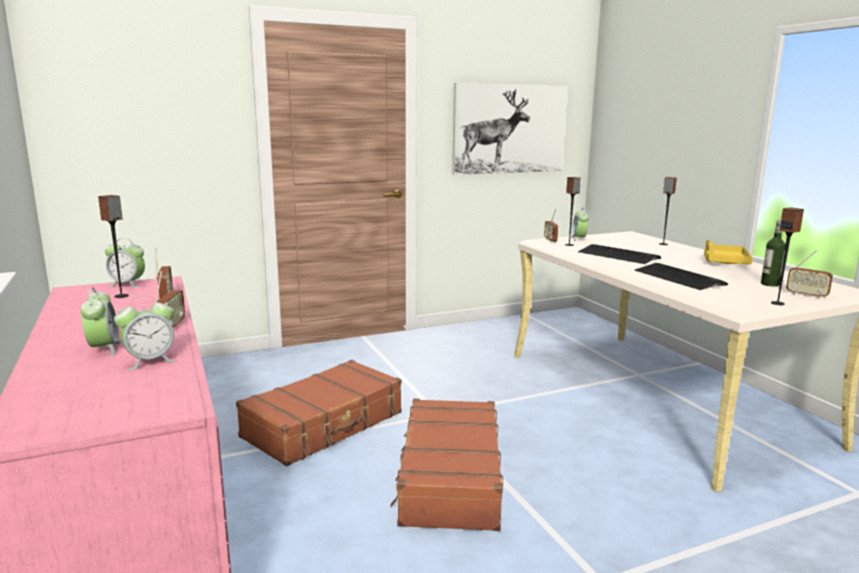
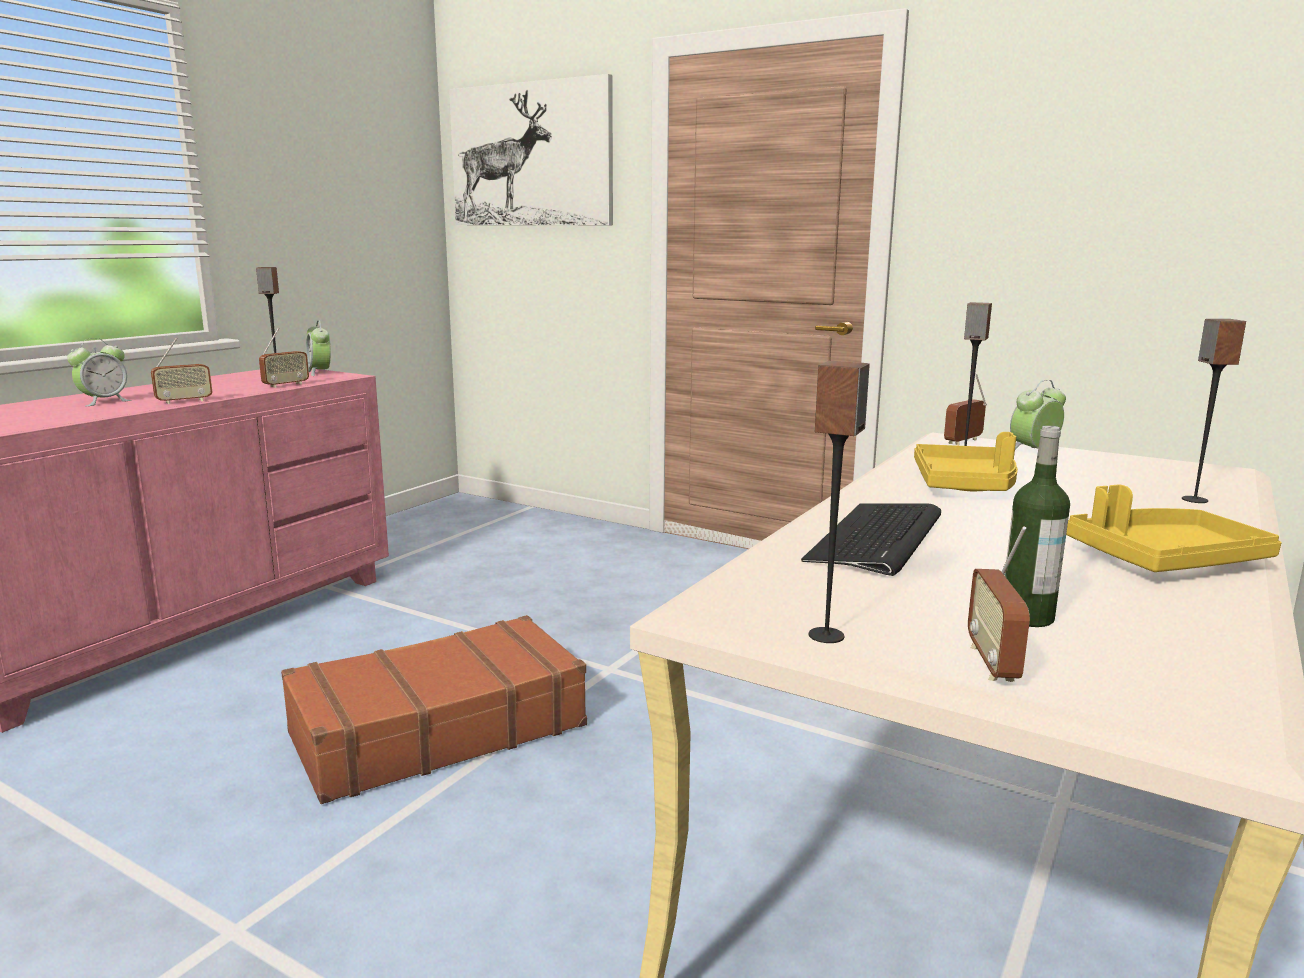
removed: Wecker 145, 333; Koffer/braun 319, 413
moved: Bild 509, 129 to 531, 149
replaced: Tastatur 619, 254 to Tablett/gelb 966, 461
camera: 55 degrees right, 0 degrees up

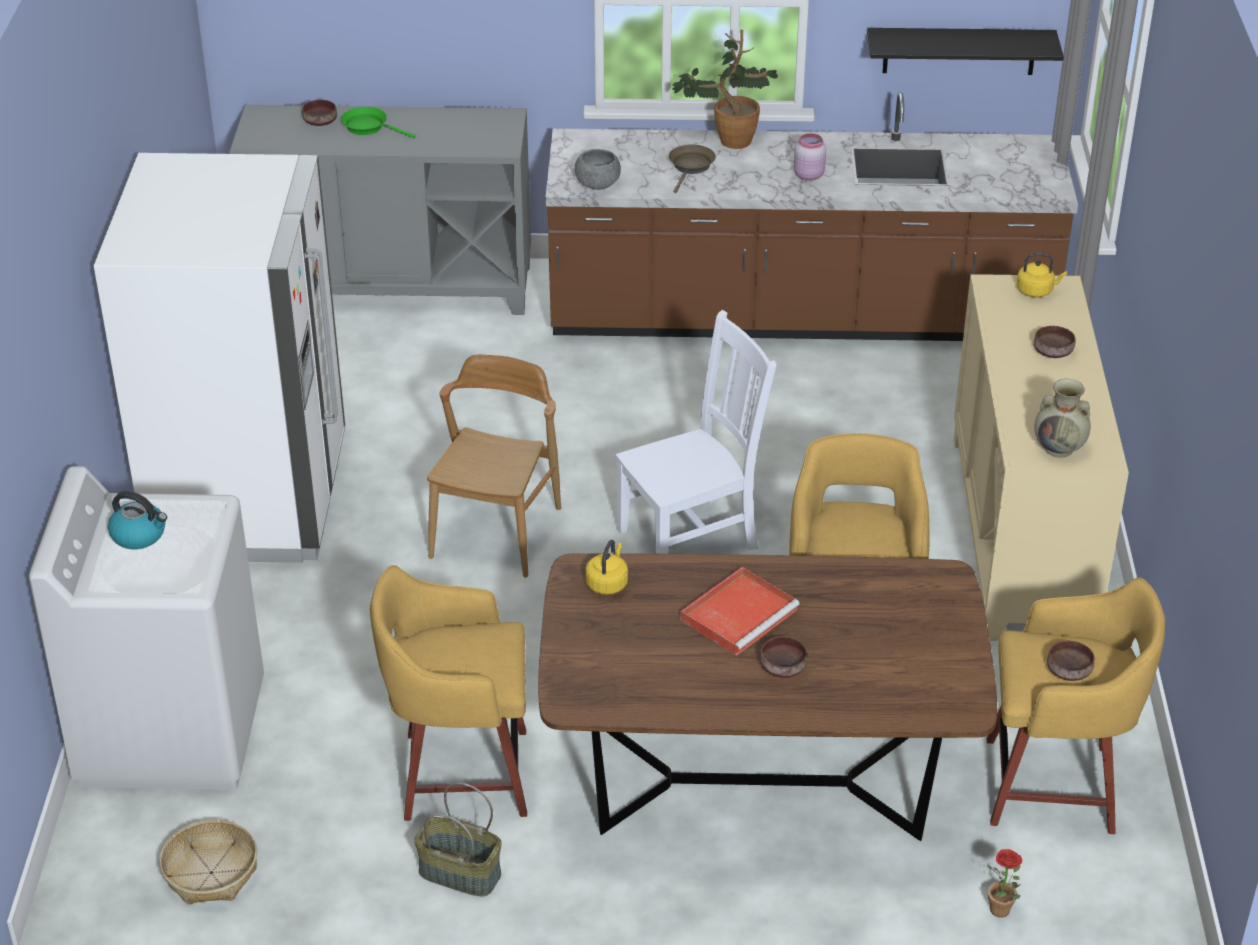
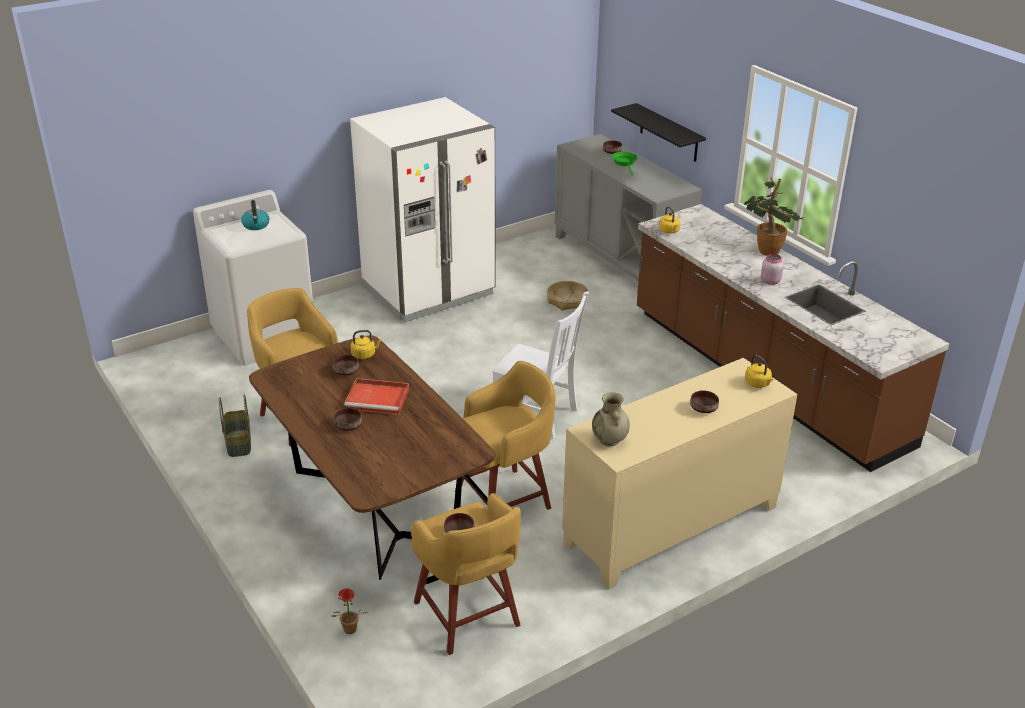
removed: Pfanne/braun 692, 168; Stuhl/braun 494, 466
added: Schüssel/braun 345, 365
moved: Wandregal/schwarz 965, 51 to 658, 132; Korb 208, 861 to 568, 296
replaced: Schüssel/grau 598, 169 to Wasserkessel/gelb 669, 220
camera: 55 degrees right, 5 degrees down

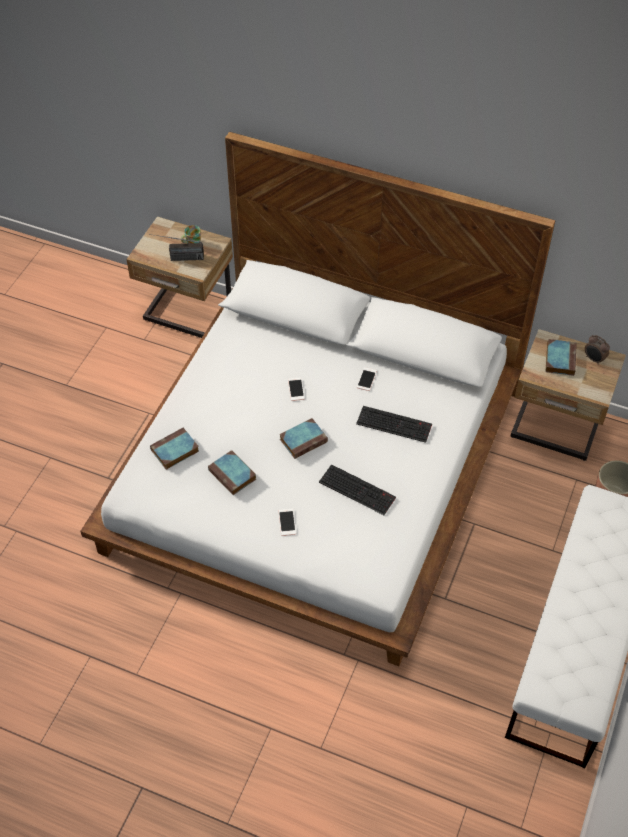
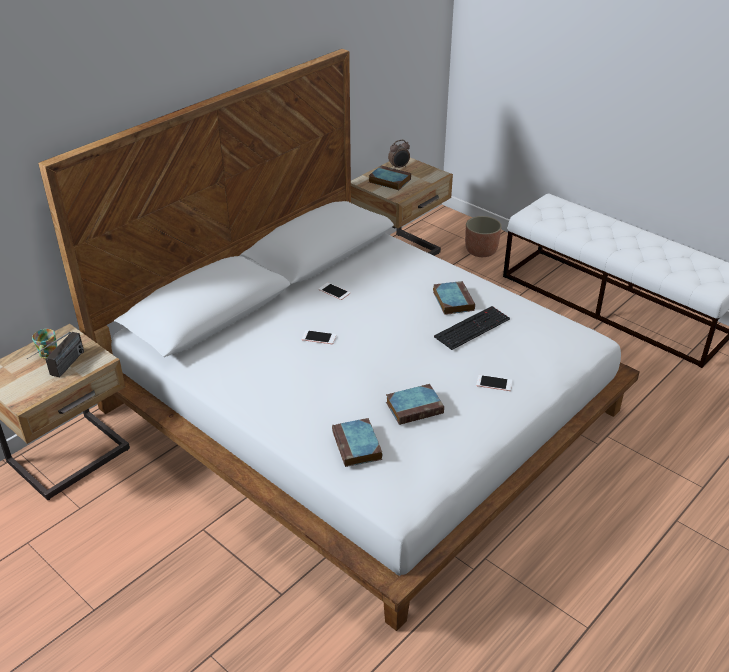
removed: Tastatur 394, 424
moved: Buch 303, 438 to 454, 298
camera: 70 degrees left, 15 degrees down

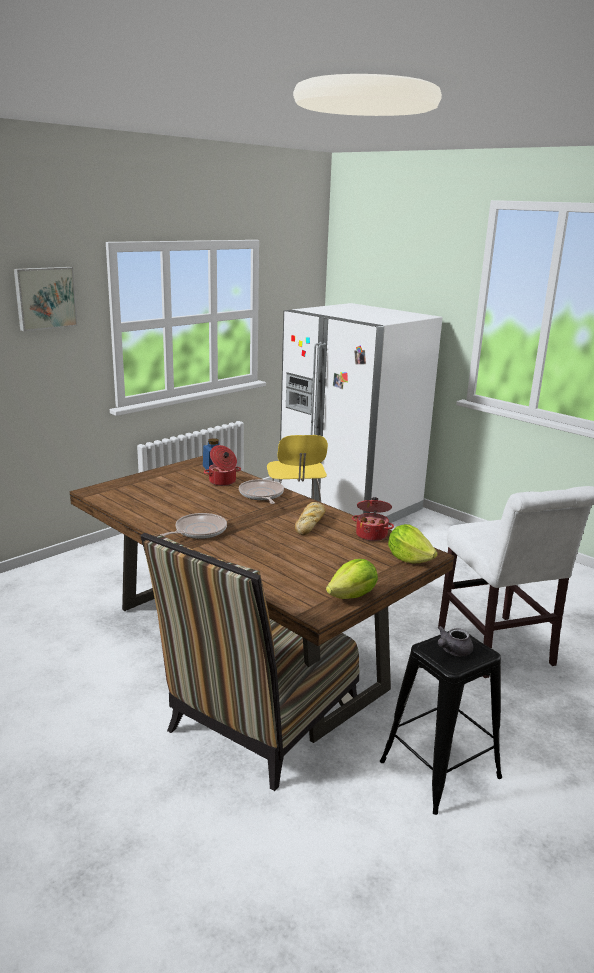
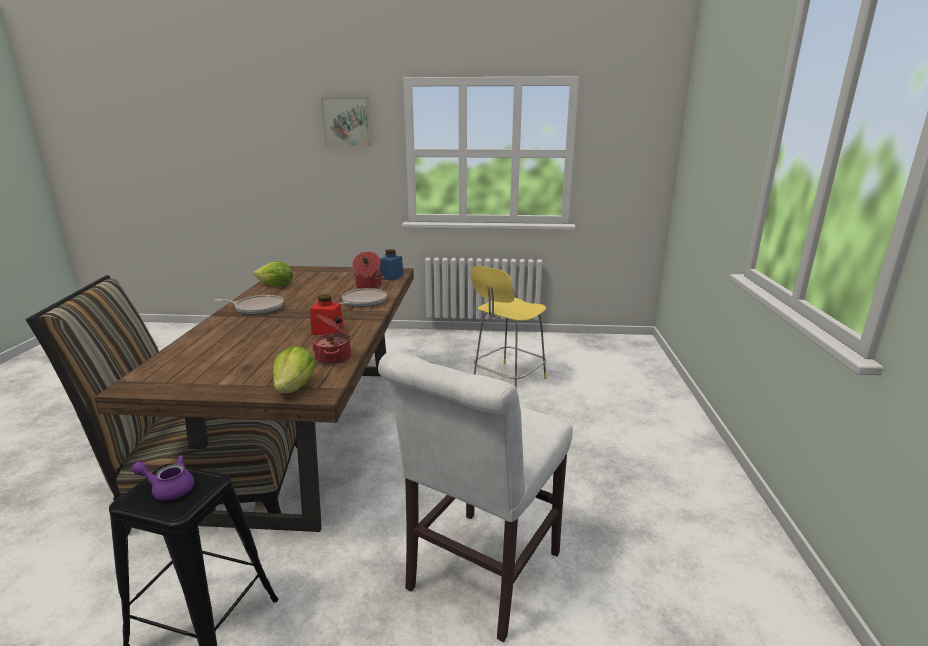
removed: Kühlschrank/weiß 361, 413
moved: Salatkopf 352, 579 to 273, 273
replaced: Brot 310, 518 to Vorratsglas/rot 327, 314
recoloured: Teekanne/grau 455, 641 to Teekanne/lila 163, 478
camera: 50 degrees right, 0 degrees up

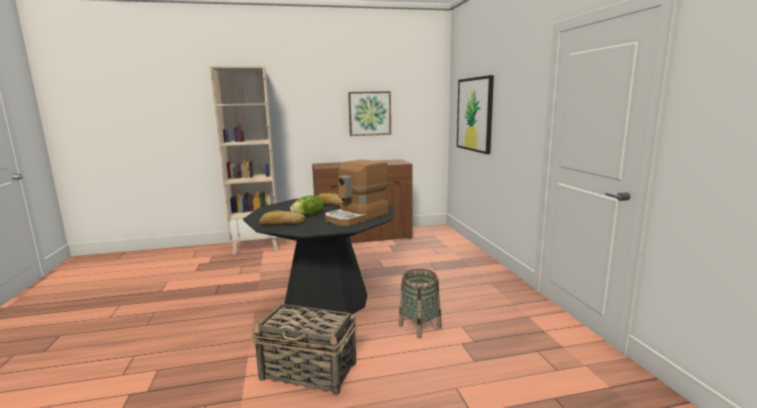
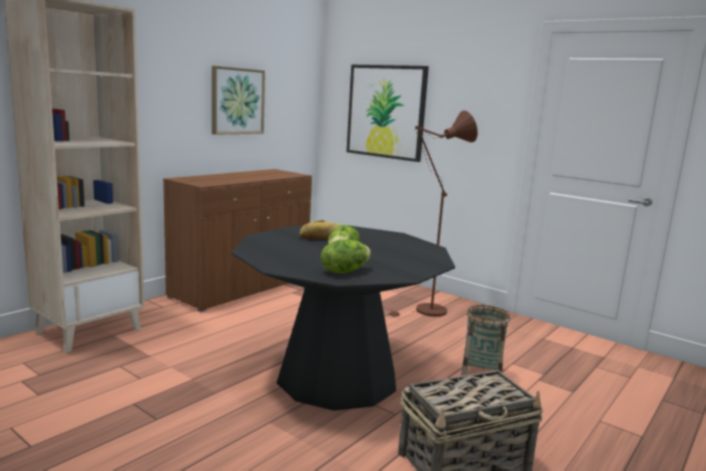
removed: Kaffeemaschine 356, 192
added: Stehlampe/braun 433, 214
replaced: Brot 282, 218 to Salatkopf 346, 256
camera: 40 degrees left, 0 degrees up

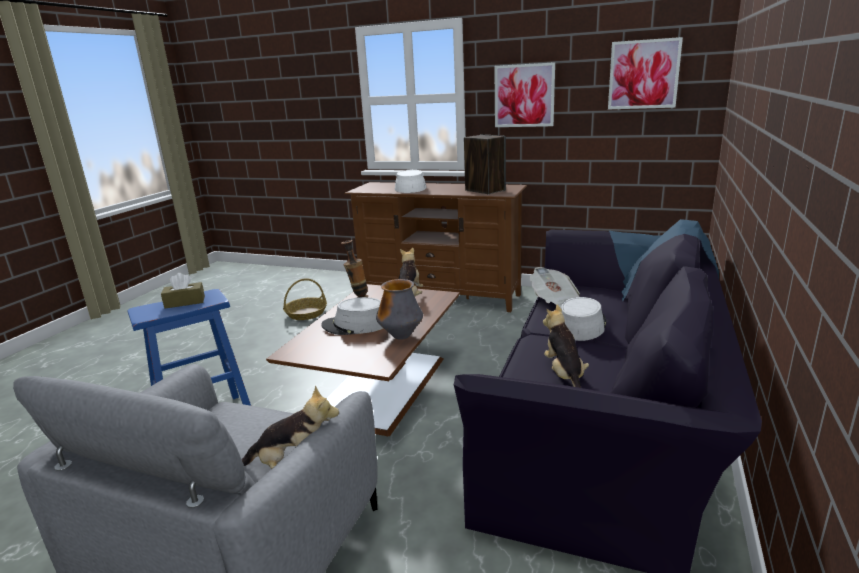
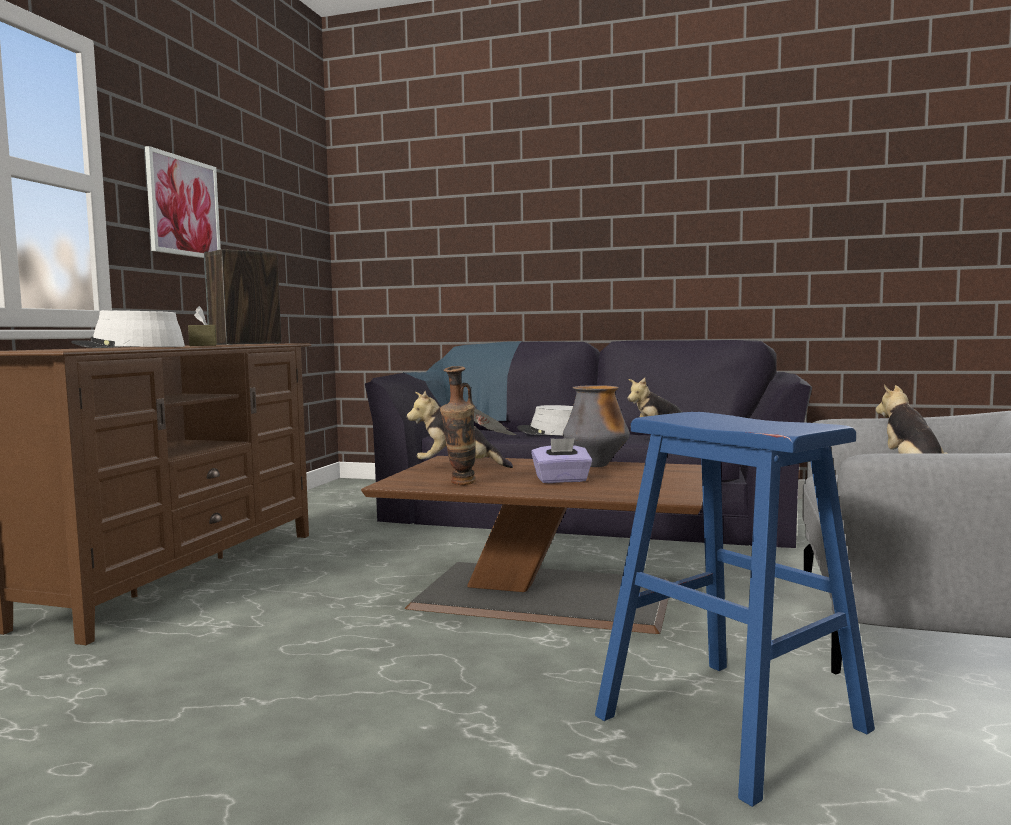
removed: Bild 645, 73; Korb 305, 299
moved: Taschentuchbox/braun 183, 291 to 202, 326
replaced: Hut/grau 352, 316 to Taschentuchbox/lila 561, 460
camera: 95 degrees left, 15 degrees down

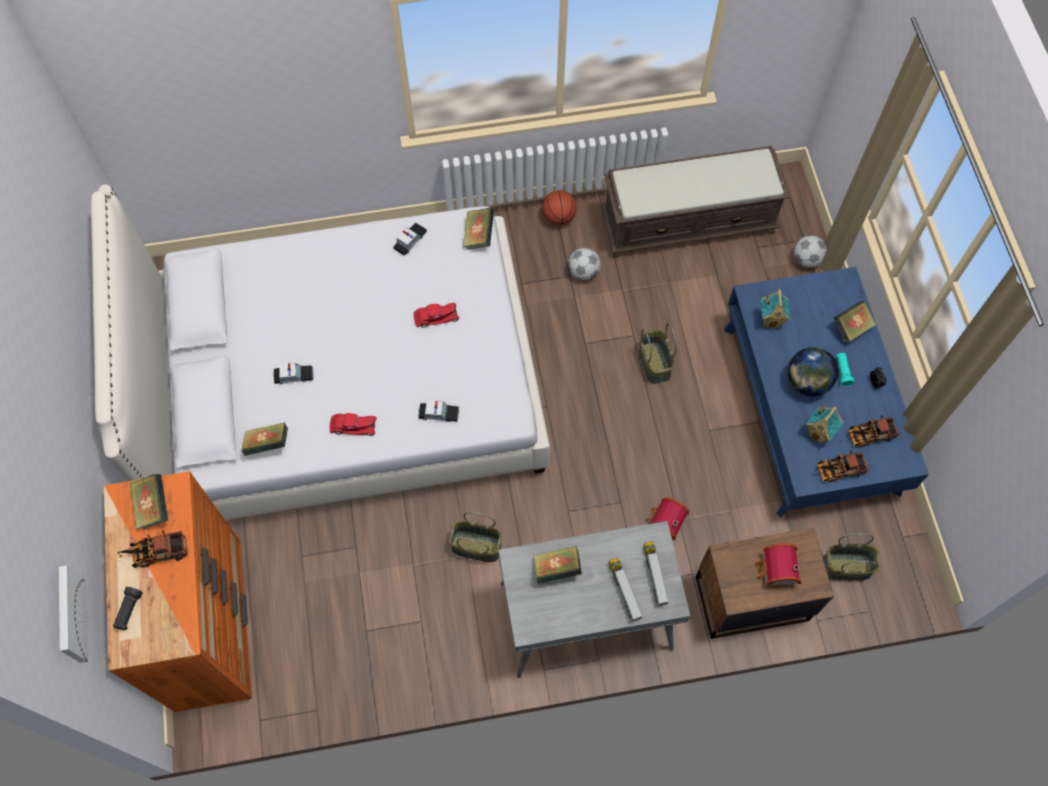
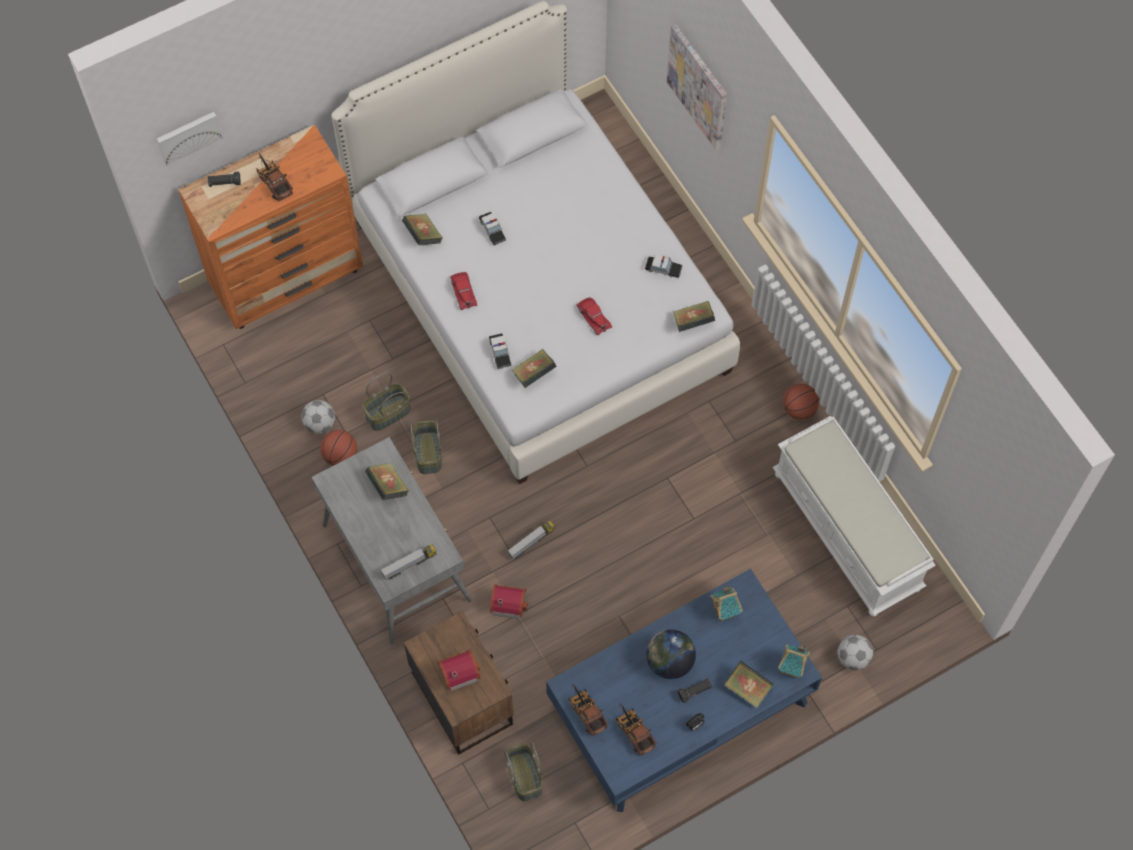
added: Bild 697, 87; Basketball 338, 448
moved: Fußball 584, 264 to 318, 417; Korb 658, 353 to 386, 402; Spielzeughaus 824, 424 to 794, 661; Buch 149, 501 to 534, 368; Spielzeuglaster 626, 589 to 531, 540
recoloured: Bank/braun 696, 201 to Bank/weiß 854, 516; Taschenlampe/türkis 845, 369 to Taschenlampe/schwarz 694, 690
camera: 70 degrees right, 0 degrees up

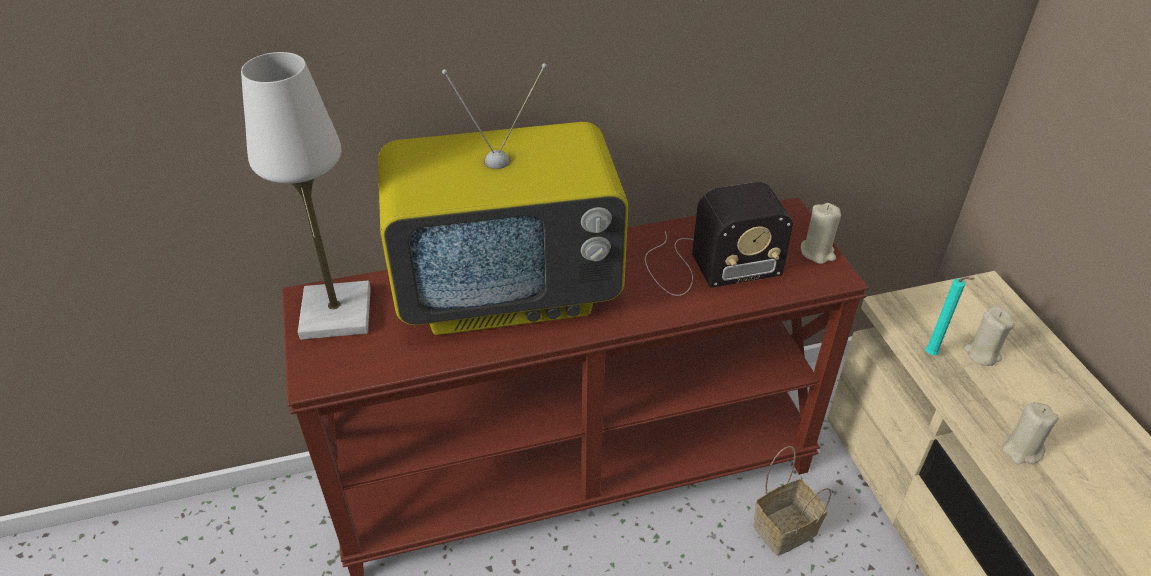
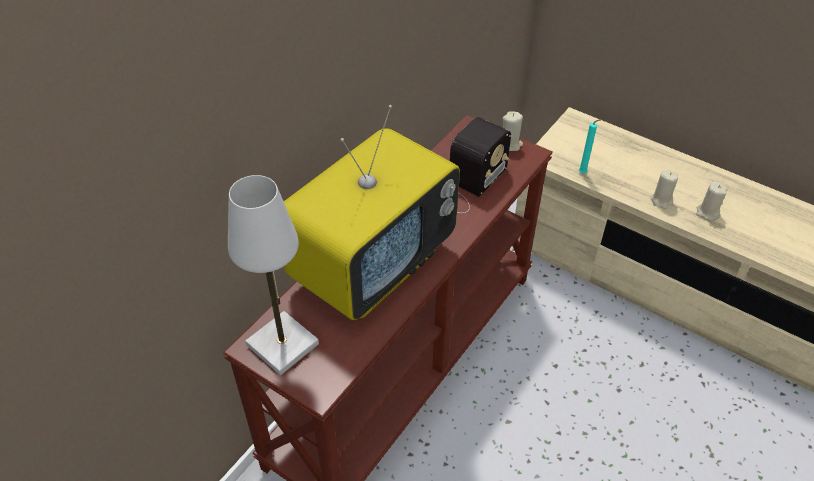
removed: Korb 792, 501
moved: Kerze/beige 988, 336 to 712, 201
camera: 40 degrees left, 5 degrees up

